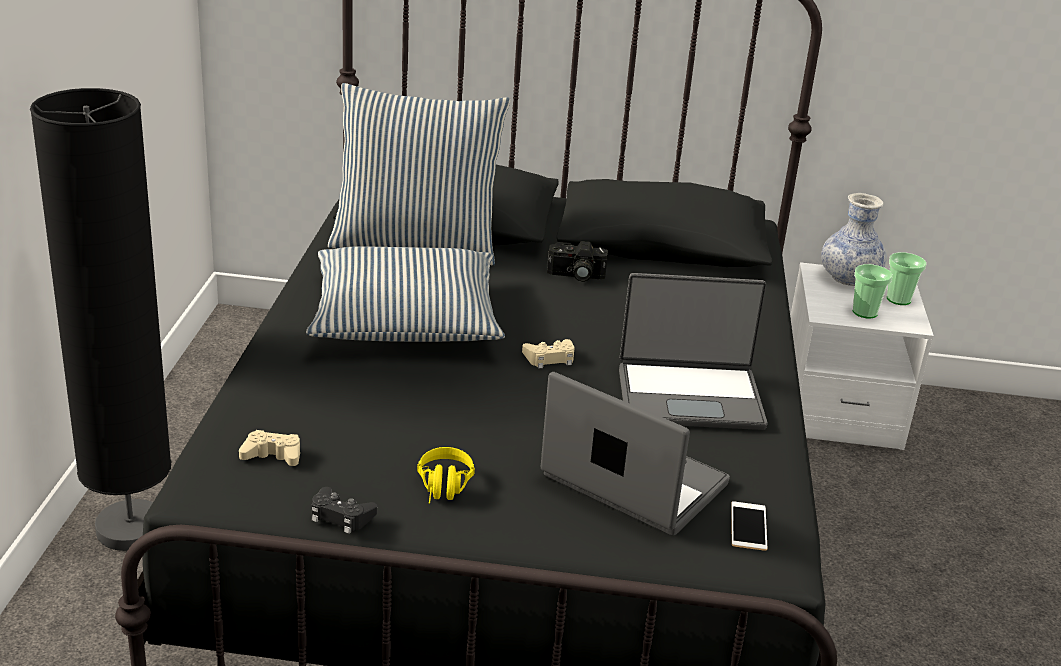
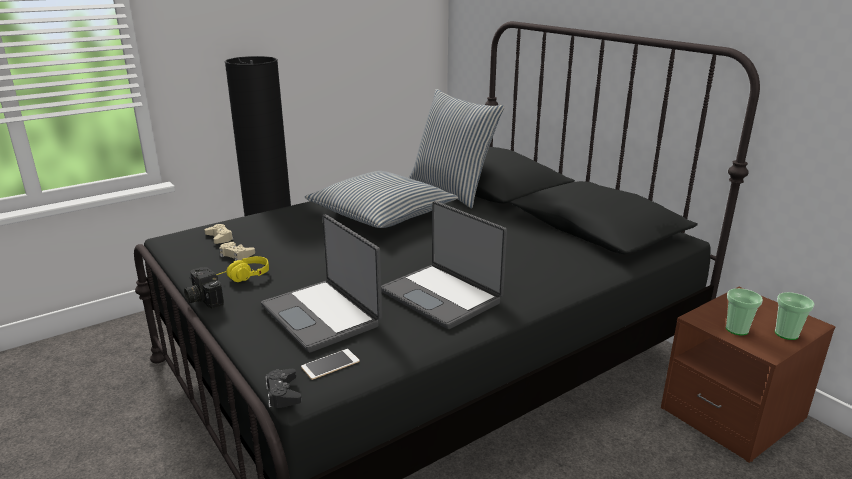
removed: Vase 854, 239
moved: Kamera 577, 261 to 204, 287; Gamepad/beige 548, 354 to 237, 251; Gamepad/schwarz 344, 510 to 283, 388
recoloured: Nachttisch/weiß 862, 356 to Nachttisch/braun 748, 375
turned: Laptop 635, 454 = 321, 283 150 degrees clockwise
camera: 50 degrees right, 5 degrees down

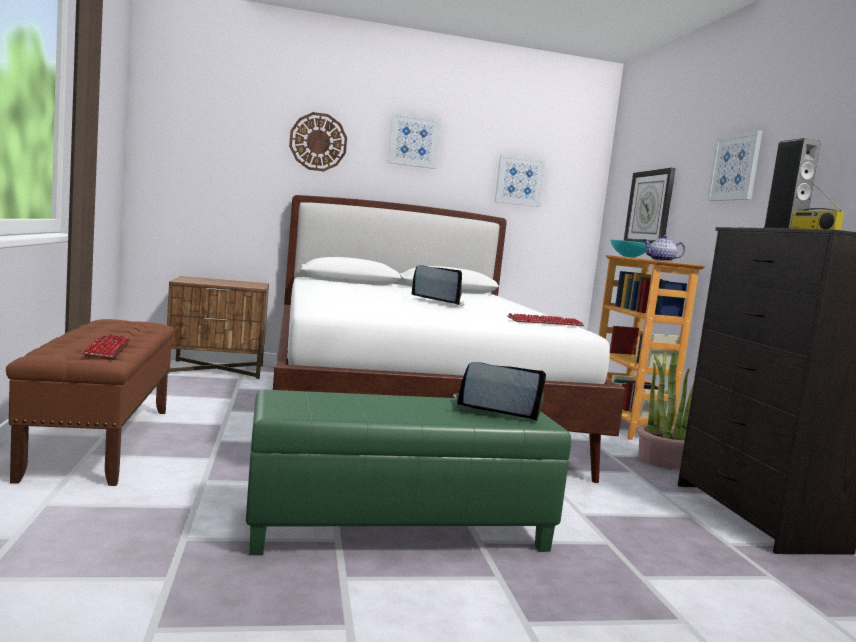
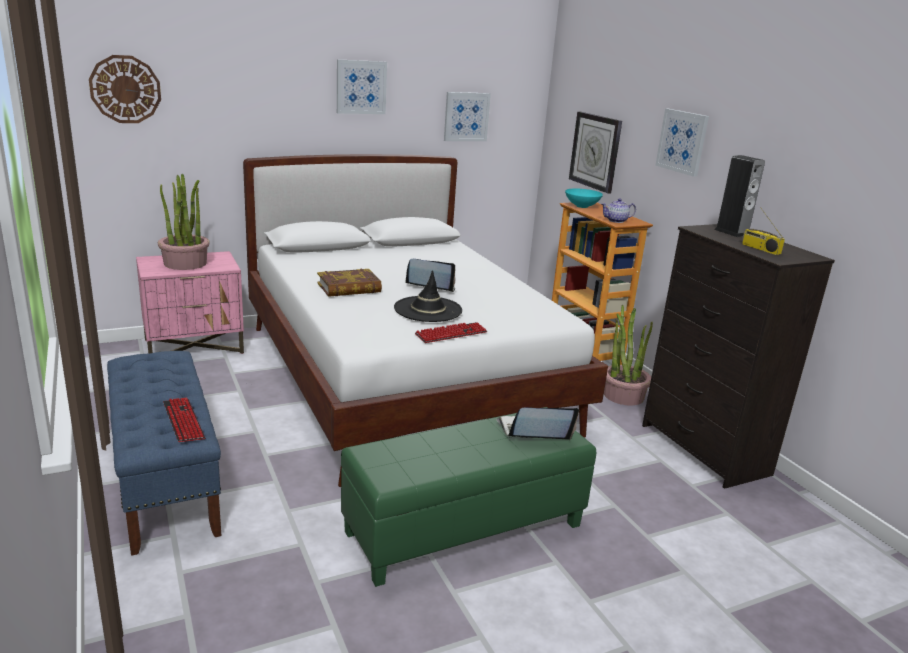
added: Topfpflanze 184, 222; Buch 349, 283; Hut/schwarz 428, 296
moved: Wanduhr 318, 141 to 125, 89; Tastatur 545, 319 to 451, 332
recoloured: Nachttisch/braun 218, 327 to Nachttisch/rosa 190, 302; Bank/braun 90, 402 to Bank/blau 164, 453
camera: 15 degrees left, 15 degrees up

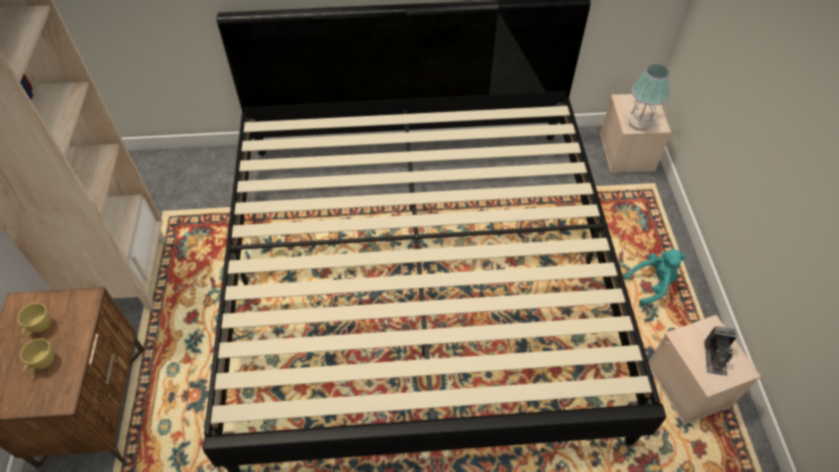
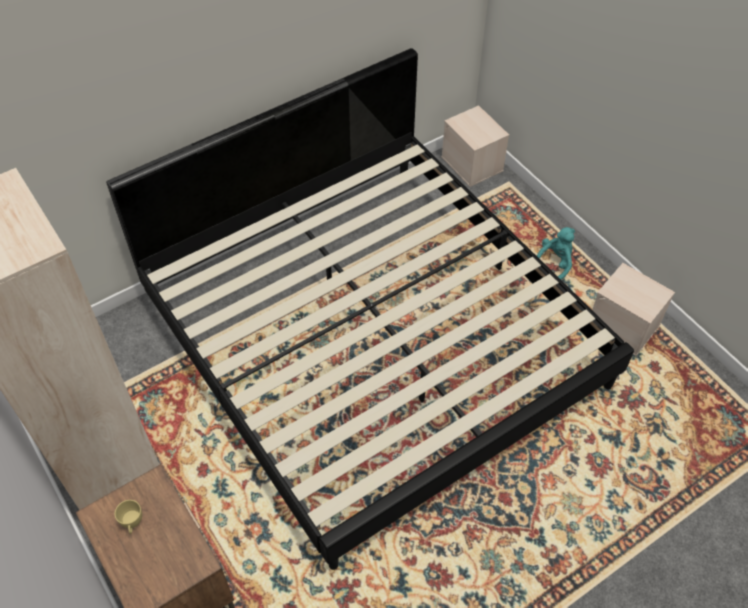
removed: Tischlampe 649, 97; Kamera 720, 351; Tasse/gelb 37, 356
camera: 30 degrees left, 0 degrees up

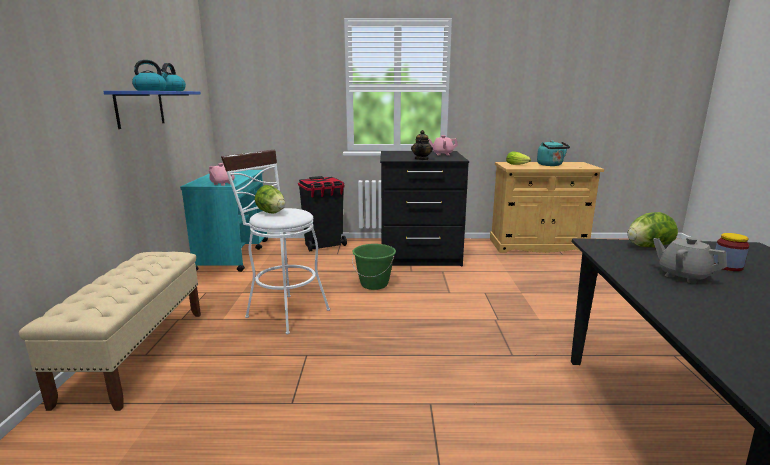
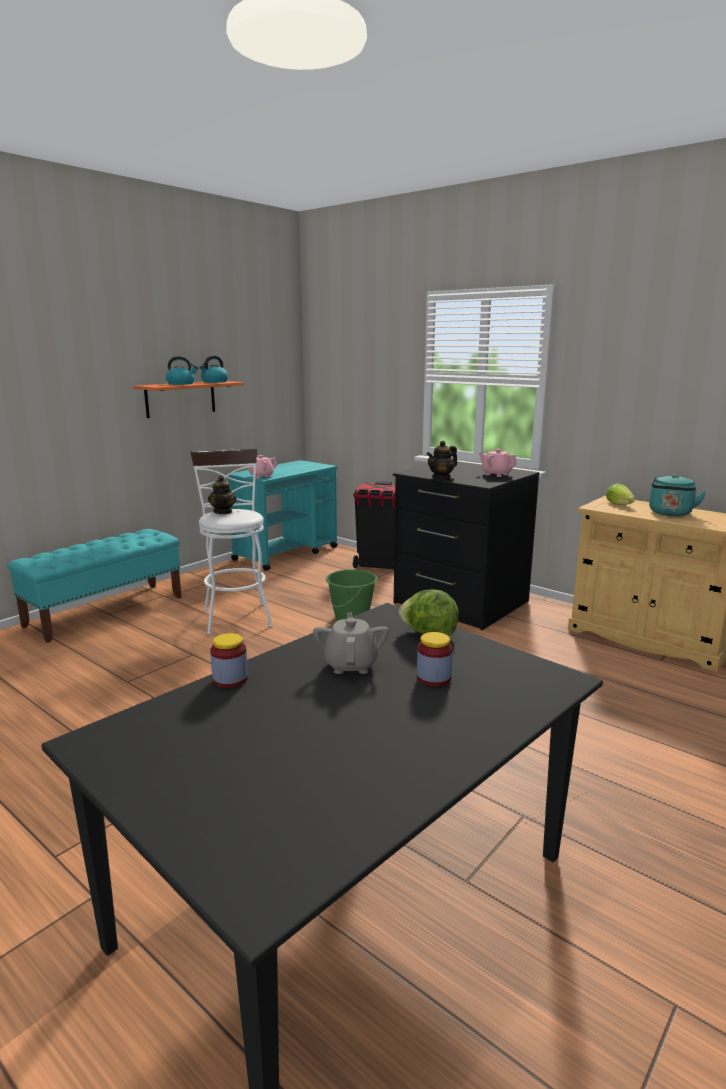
added: Vorratsglas 229, 660
replaced: Salatkopf 270, 199 to Teekanne 222, 494
recoloured: Wandregal/blau 152, 110 to Wandregal/orange 188, 399; Bank/beige 110, 331 to Bank/türkis 94, 586
camera: 40 degrees right, 0 degrees up

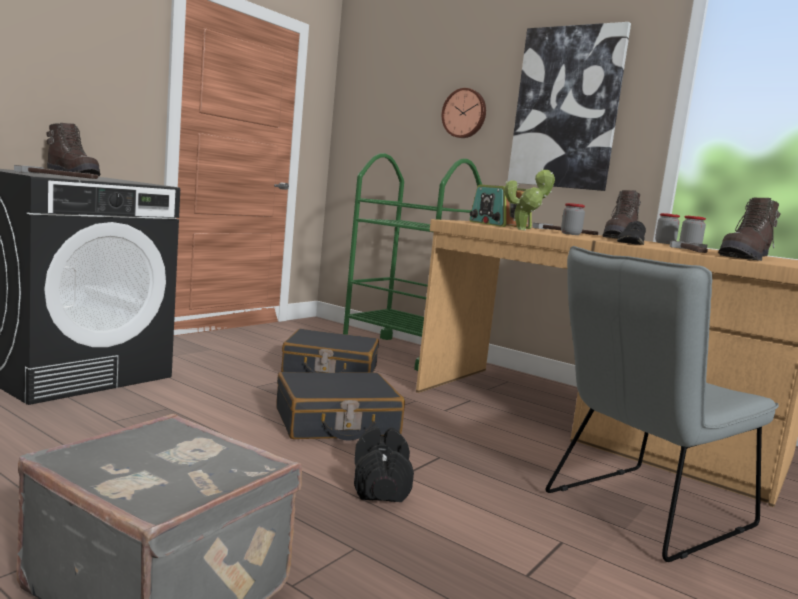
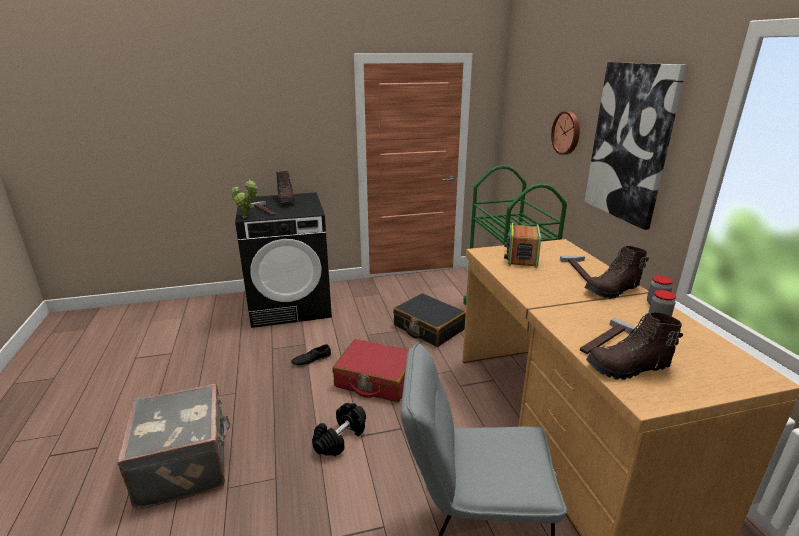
removed: Vorratsglas 573, 219
moved: Topfpflanze 529, 199 to 244, 199; Schuh/schwarz 631, 233 to 311, 355
recoloured: Koffer/schwarz 340, 406 to Koffer/rot 370, 370
camera: 40 degrees right, 15 degrees up

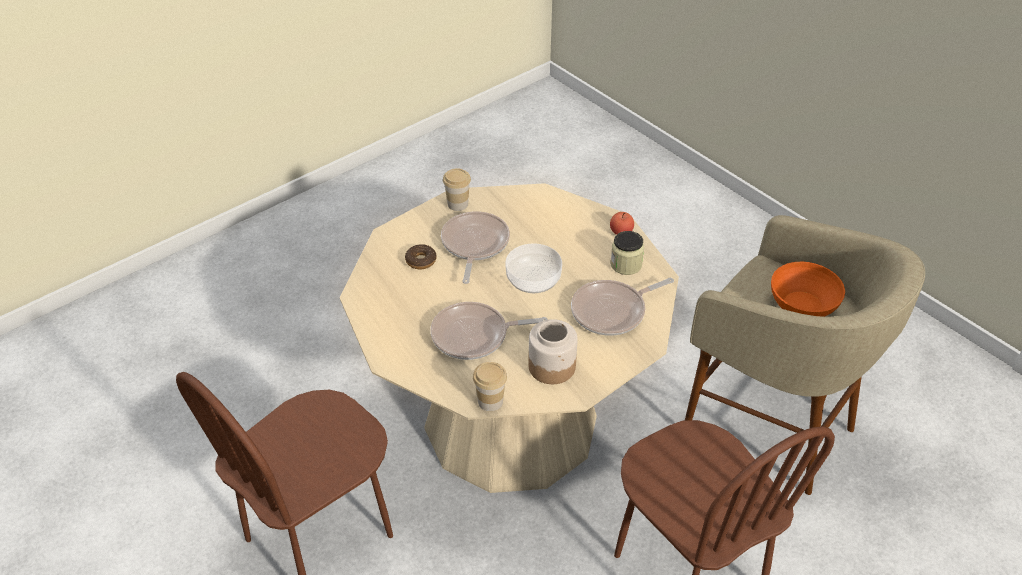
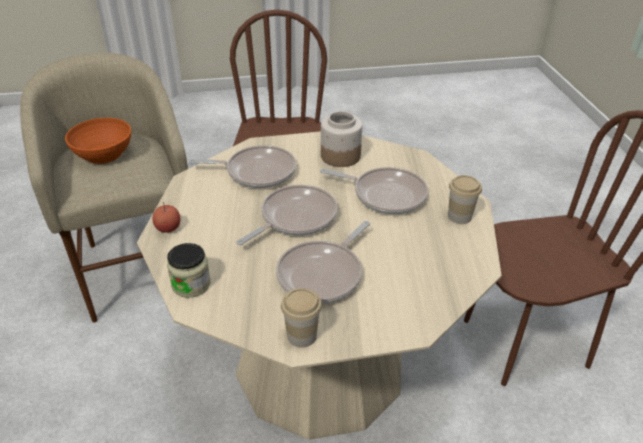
removed: Donut 421, 256
moved: Vorratsglas 627, 253 to 189, 270; Tasse 490, 386 to 465, 199
replaced: Schüssel 533, 268 to Pfanne 286, 215
camera: 150 degrees left, 5 degrees down

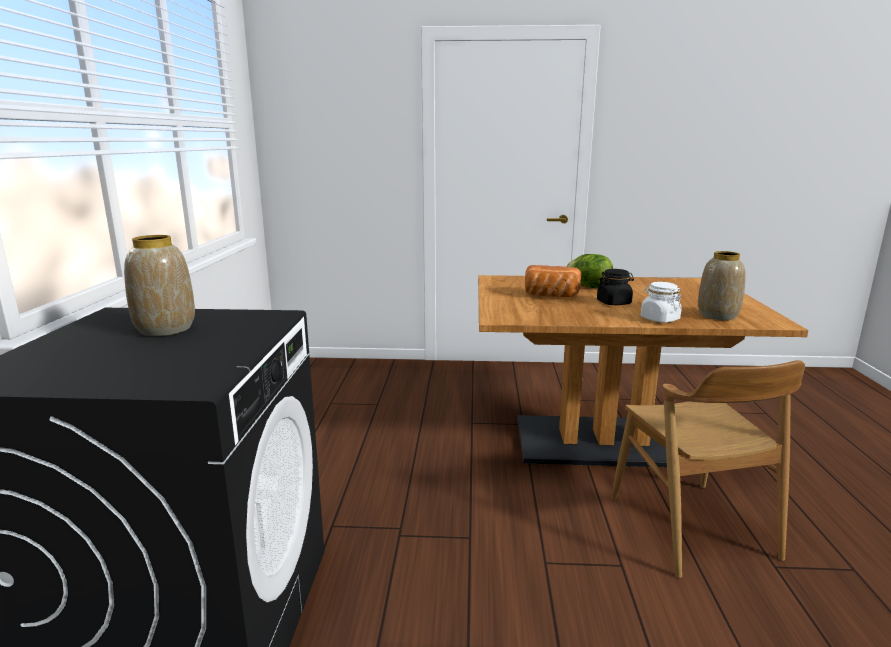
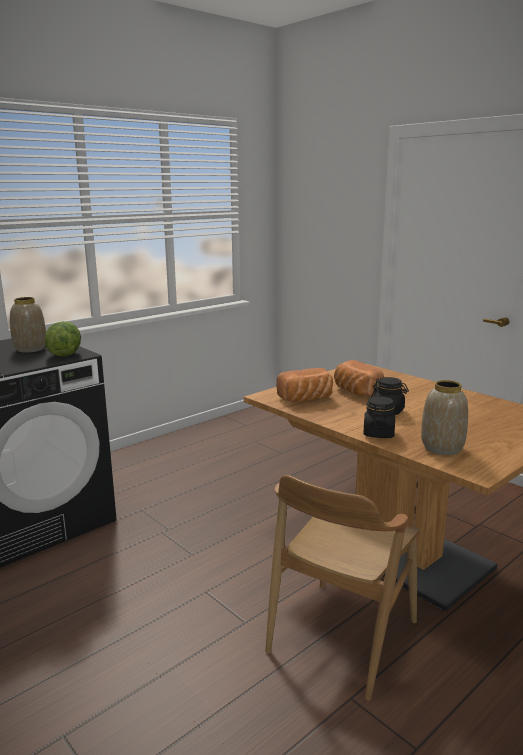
added: Brot 304, 385
moved: Salatkopf 590, 271 to 63, 339
recoloured: Vorratsglas/weiß 661, 302 to Vorratsglas/schwarz 379, 417
camera: 45 degrees right, 0 degrees up

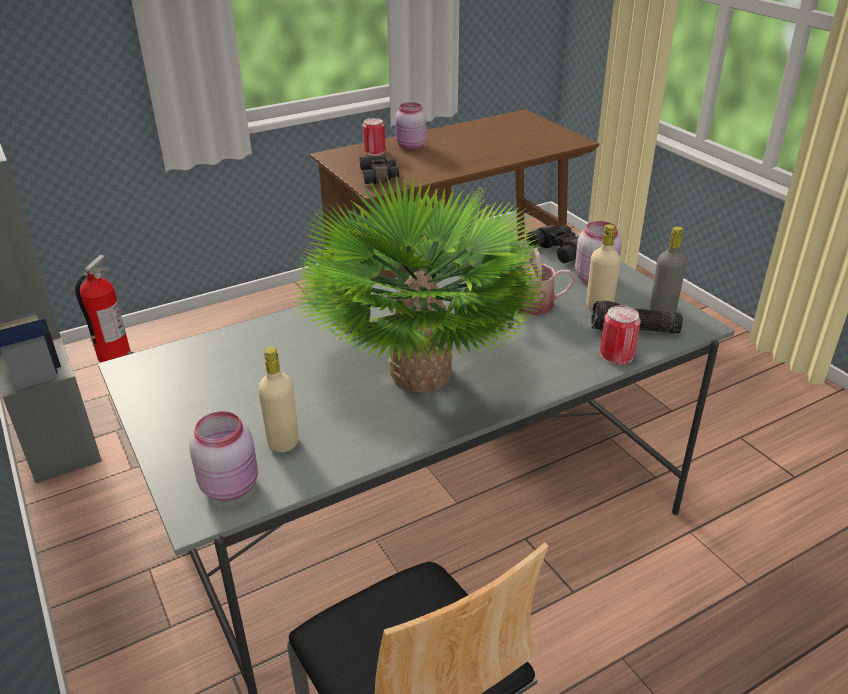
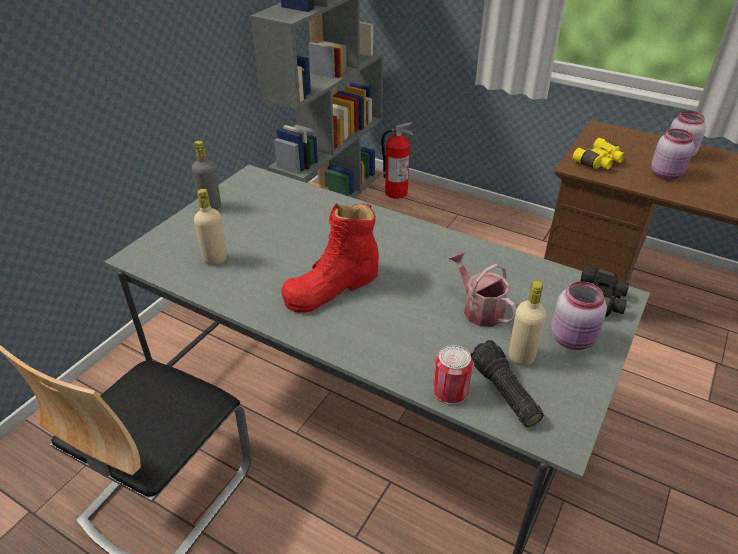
removed: Dose 373, 136
moved: Flasche/grau 668, 269 to 206, 175; Vorratsglas/rosa 223, 456 to 672, 154
replaced: Topfpflanze 420, 283 to Stiefel/rot 330, 258
recoloured: Fernglas/schwarz 379, 169 to Fernglas/gelb 599, 153
camera: 60 degrees right, 5 degrees up

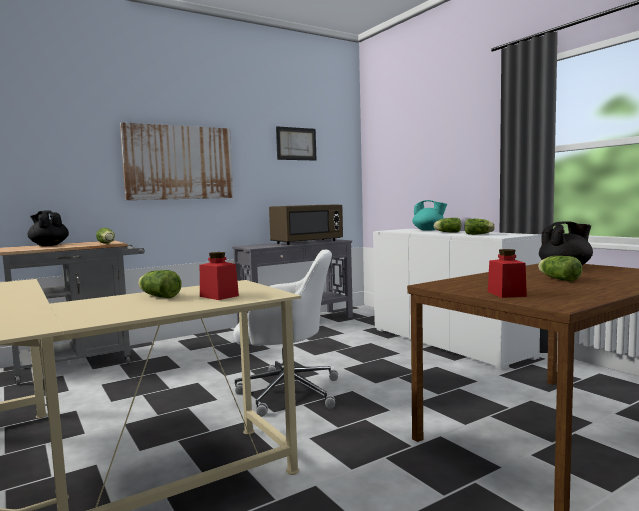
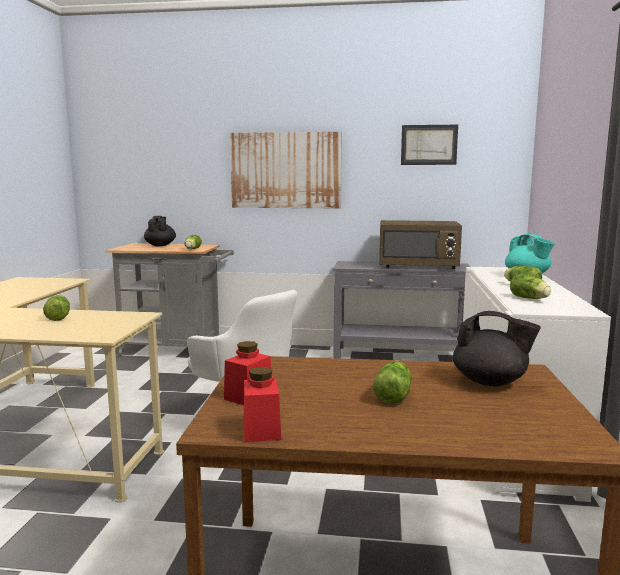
moved: Vorratsglas/rot 219, 276 to 262, 404
camera: 40 degrees right, 5 degrees up

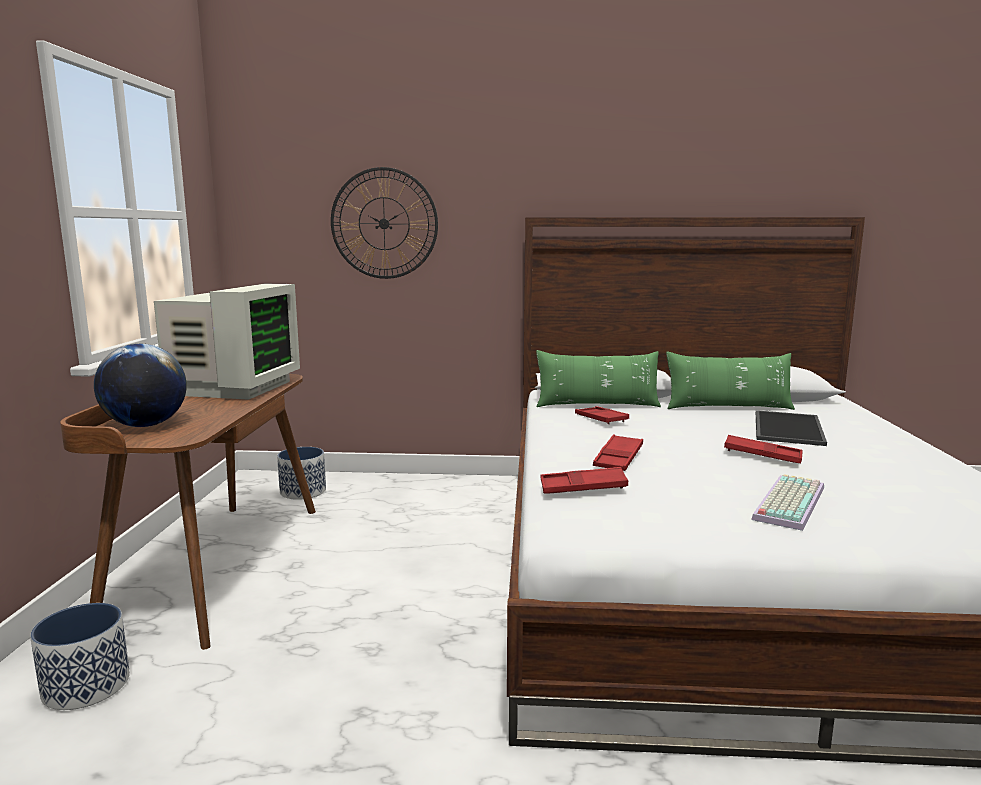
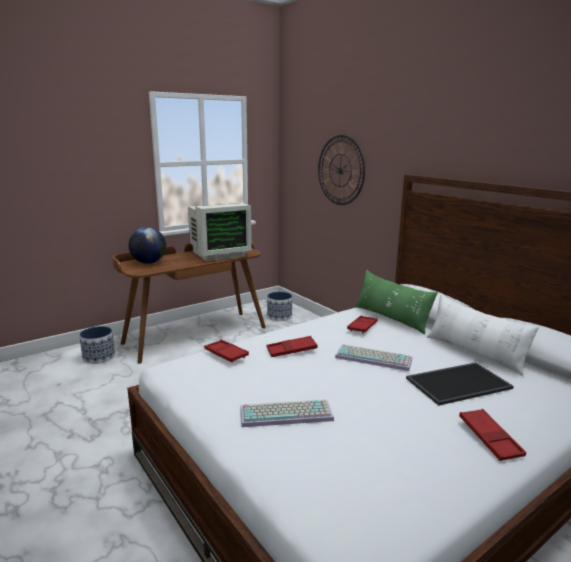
added: Tastatur 373, 357
moved: Tablett/rot 763, 449 to 492, 435
recoloured: Kissen/grün 730, 380 to Kissen/weiß 483, 335
camera: 50 degrees right, 5 degrees up

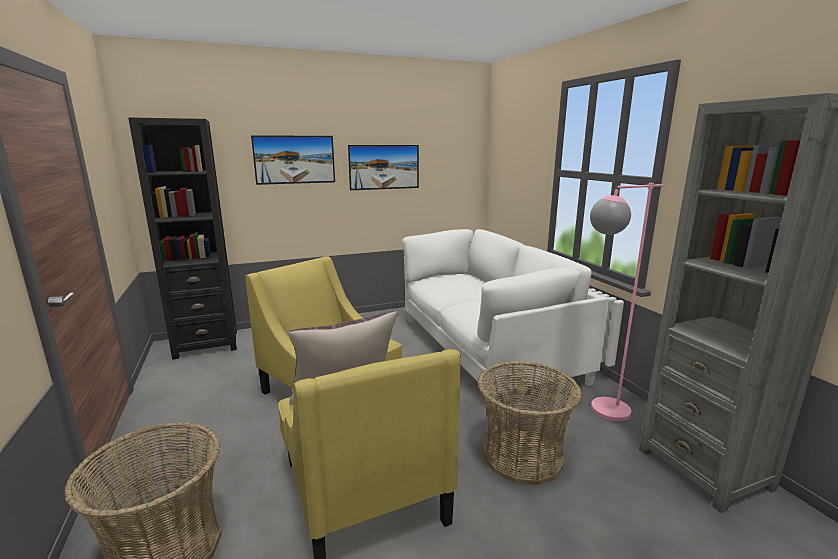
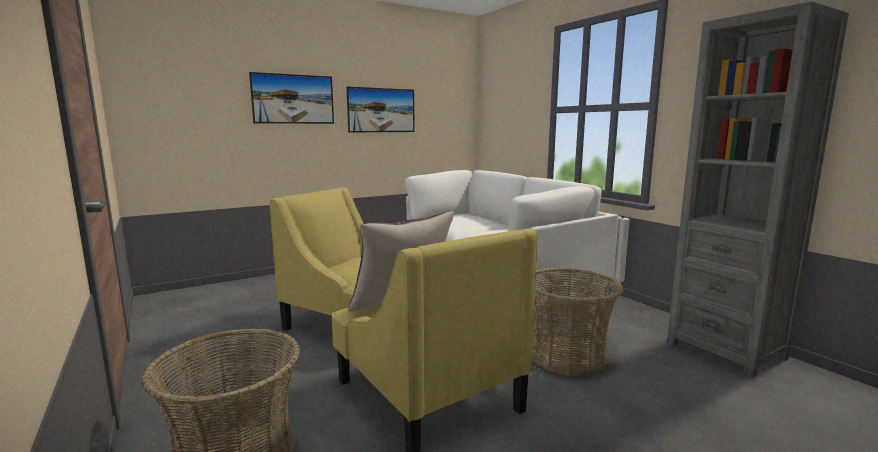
removed: Bücherregal/schwarz 182, 238; Stehlampe/rosa 626, 302
camera: 10 degrees left, 5 degrees down

